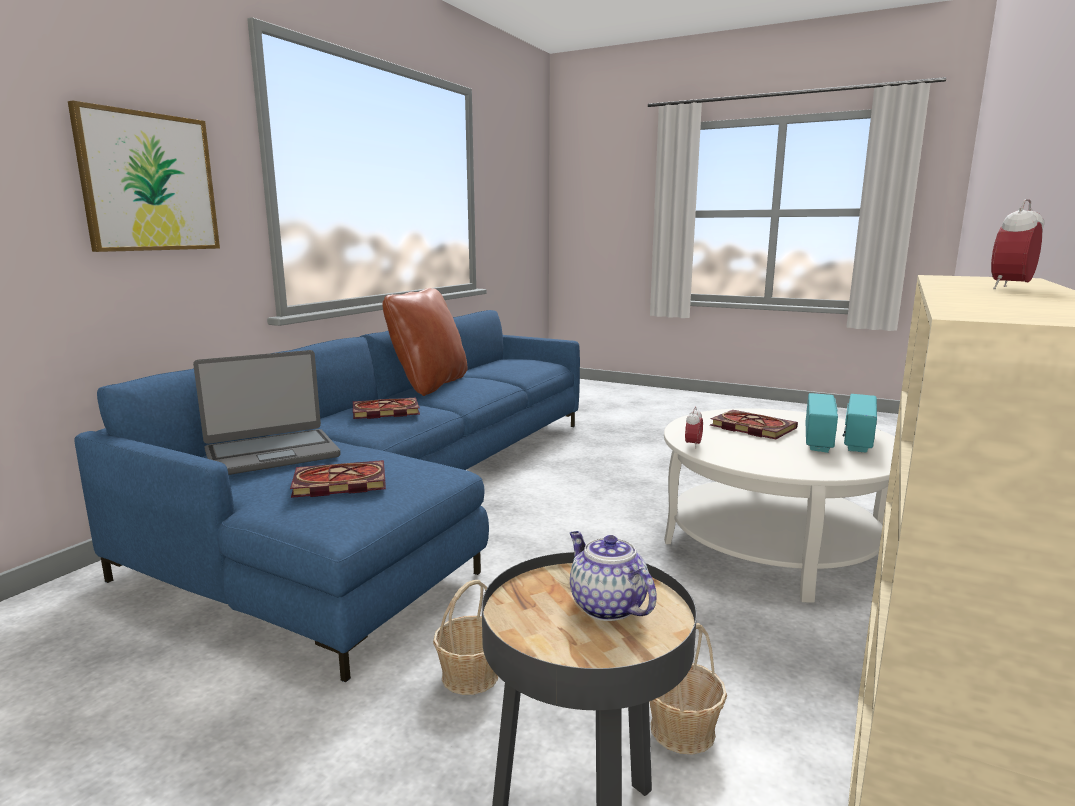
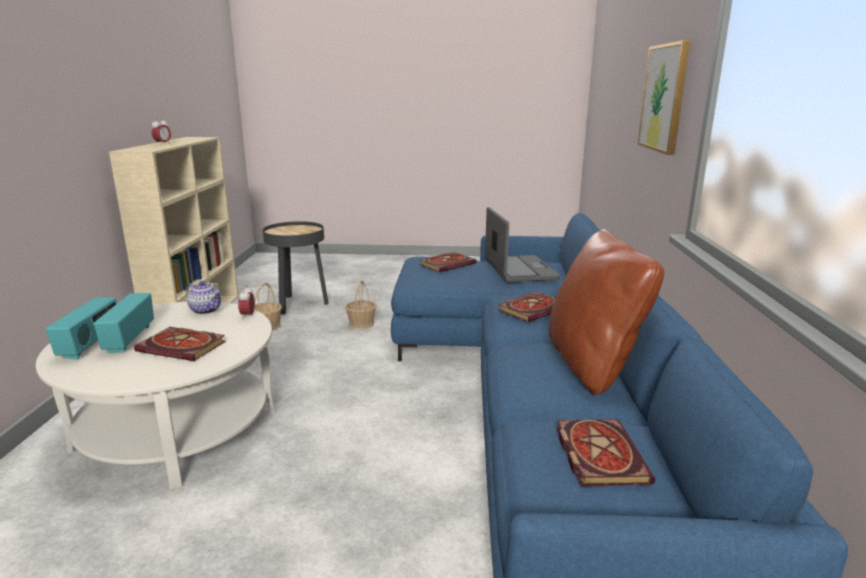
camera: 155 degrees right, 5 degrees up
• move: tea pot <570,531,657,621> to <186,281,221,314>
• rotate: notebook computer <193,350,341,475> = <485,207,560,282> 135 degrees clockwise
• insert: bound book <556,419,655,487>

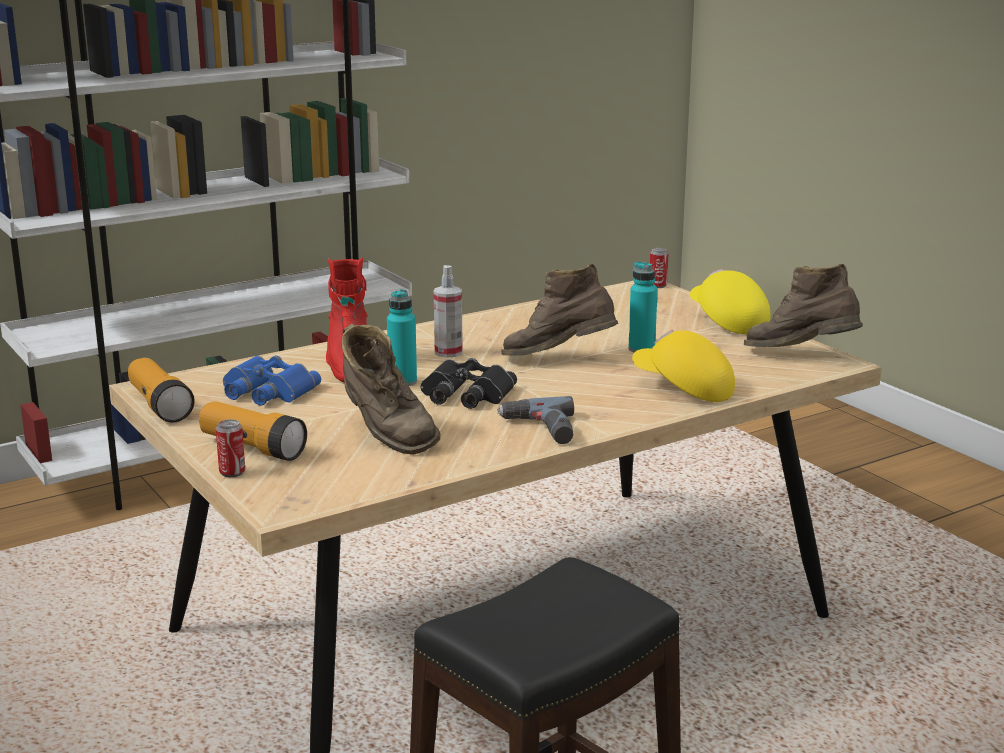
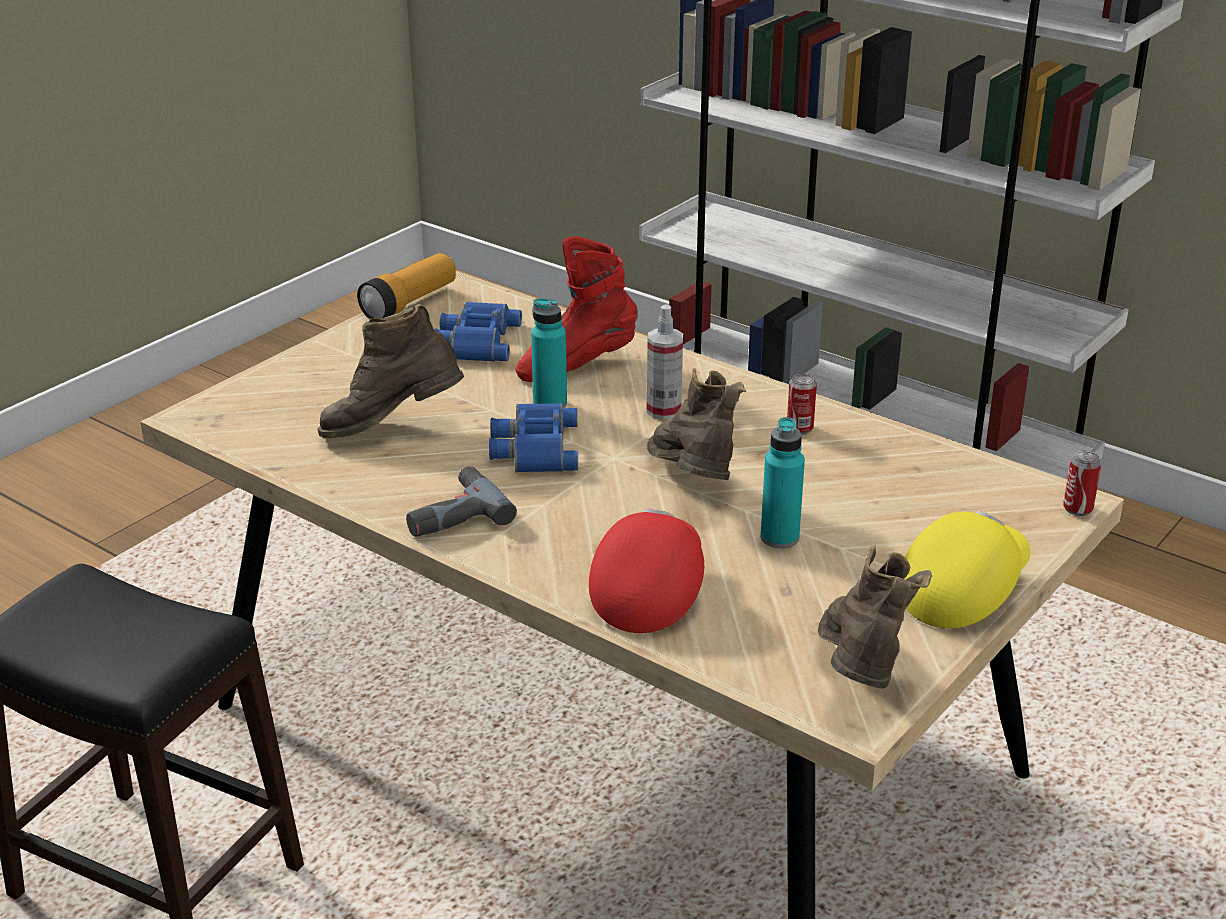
camera: 70 degrees right, 10 degrees up
• rotate: tall boot/brownish <342,323,441,455> = <317,304,464,438> 45 degrees clockwise
• recolor: binoculars/black-coloured <421,358,517,409> to binoculars/bluish <489,403,578,472>
• recolor: peaked cap/yellow-coloured <632,330,735,402> to peaked cap/red <589,509,704,633>
• move: can <216,419,245,477> to <787,374,817,434>
• delete: flashlight <199,401,307,461>

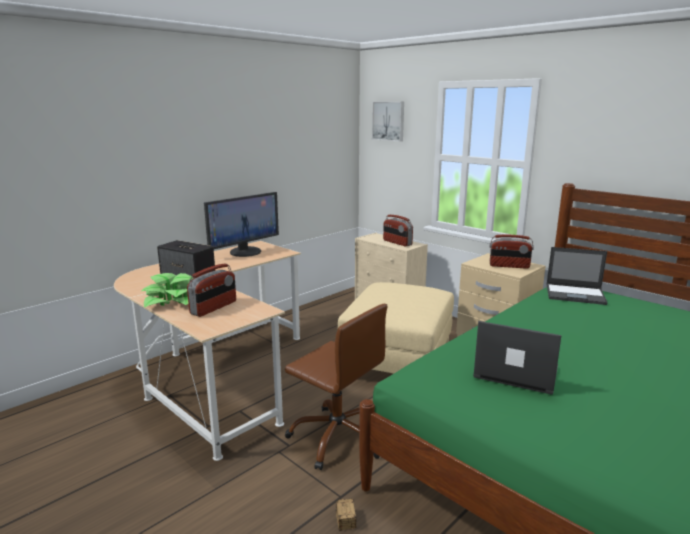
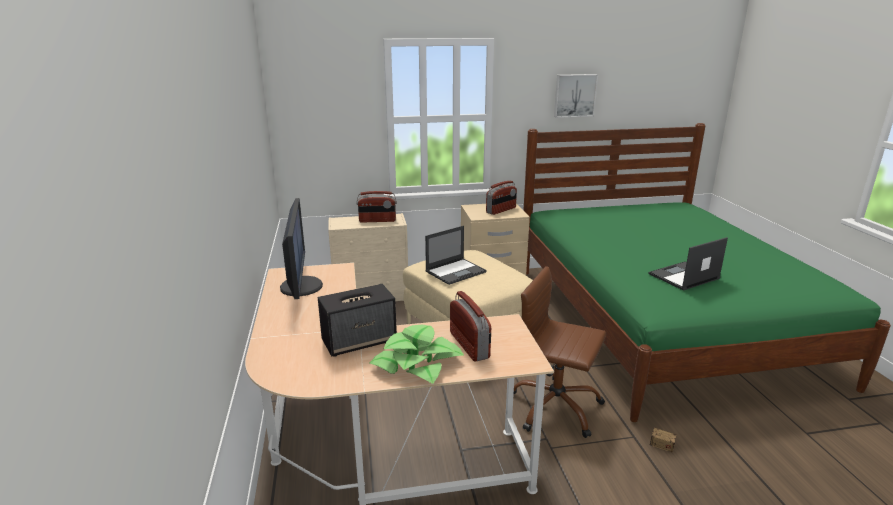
camera: 55 degrees left, 5 degrees up
• move: notebook computer <546,247,608,305> to <425,226,487,285>
• rotate: computer chair/brownish <285,304,387,470> = <513,266,606,438> 135 degrees counterclockwise
• move: picture <372,102,404,141> to <554,74,598,118>

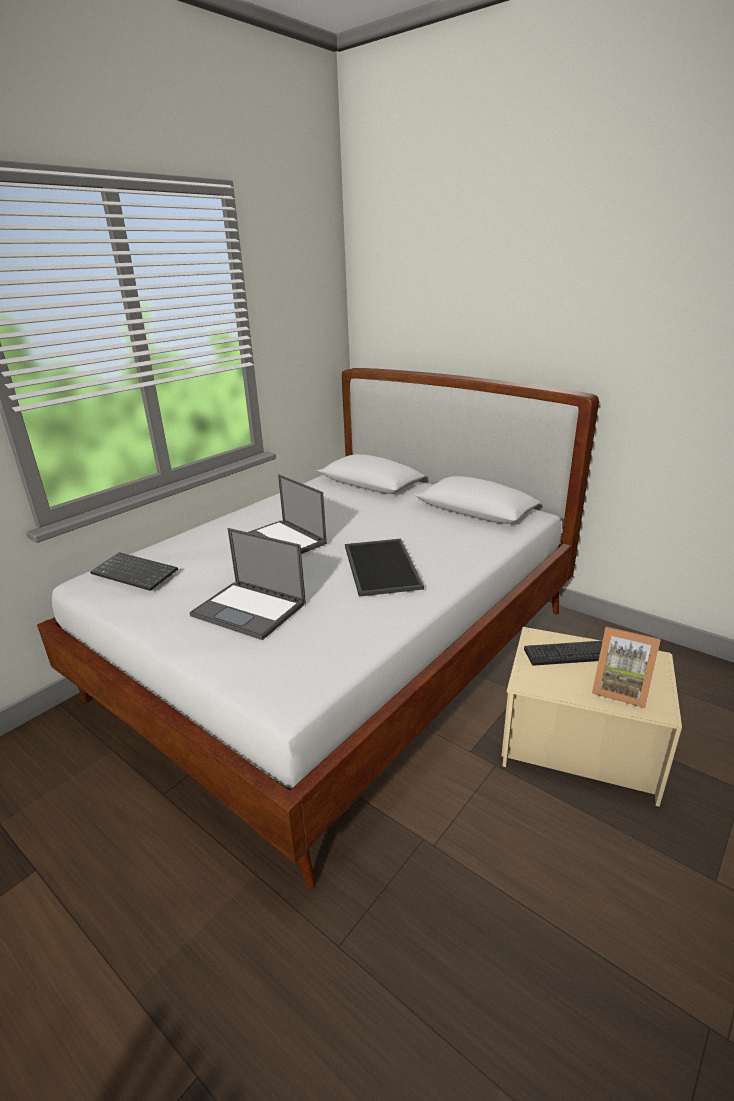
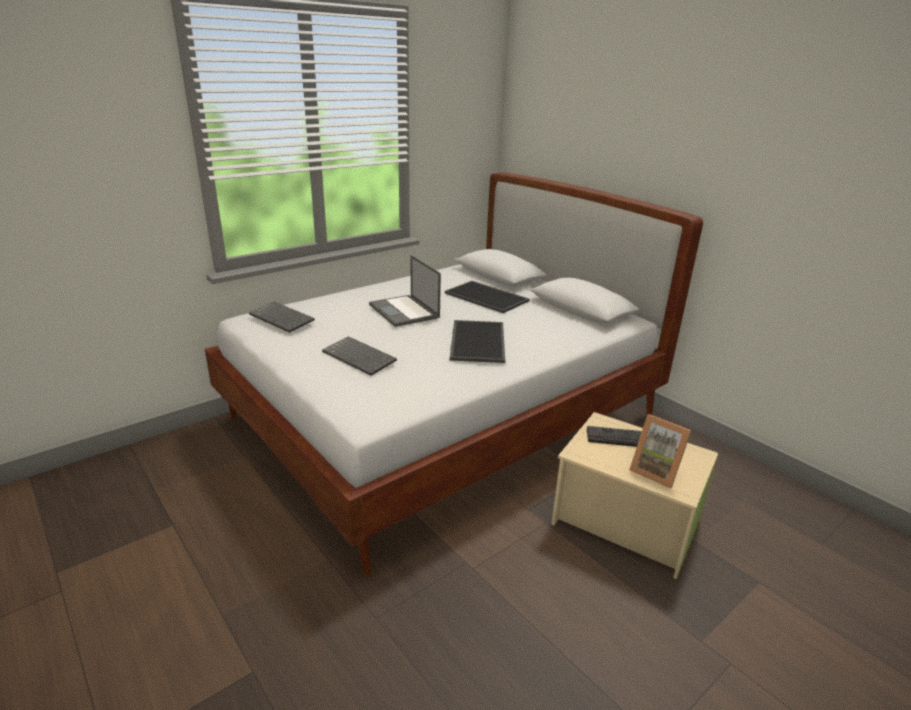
camera: 10 degrees right, 0 degrees up
• replace: notebook computer <189,528,306,640> to keyboard <322,336,397,376>
• insert: tray <445,281,530,313>

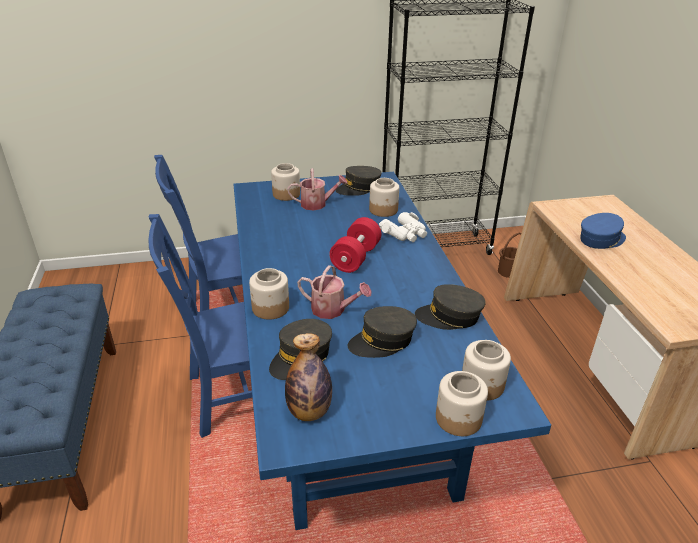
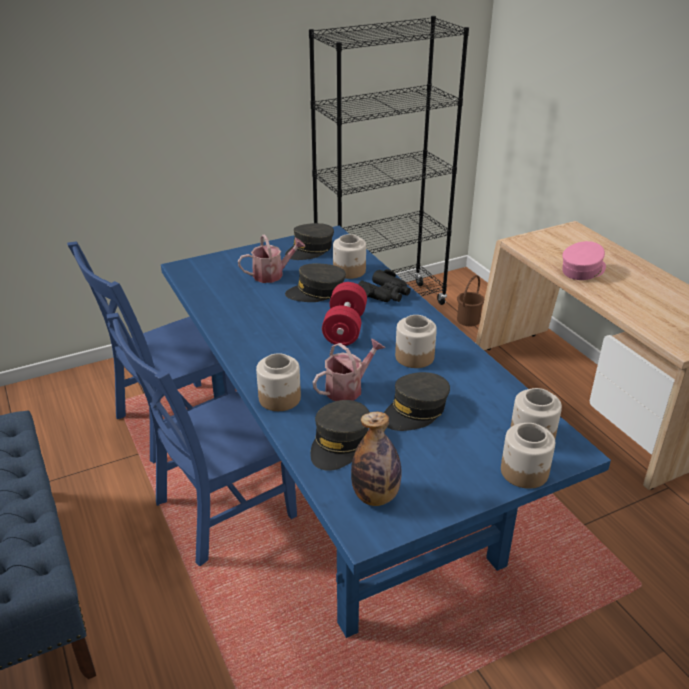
camera: 15 degrees left, 0 degrees up
• move: peaked cap/greyish <415,284,486,330> to <285,264,346,302>
• rotate: sprinkling can <297,265,372,319> = <313,339,385,401> 45 degrees counterclockwise
• recolor: binoculars/white <379,212,427,242> to binoculars/black-coloured <358,269,411,302>
• move: storage jar <271,163,300,201> to <395,315,437,368>
• recolor: peaked cap/bluish <580,213,626,249> to peaked cap/pink <562,241,606,280>

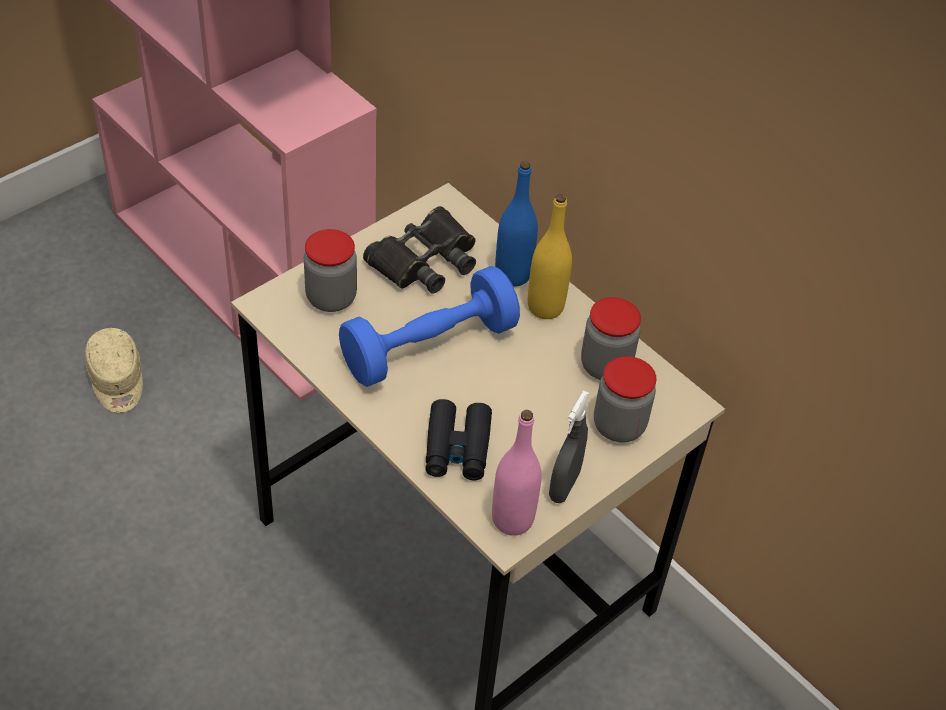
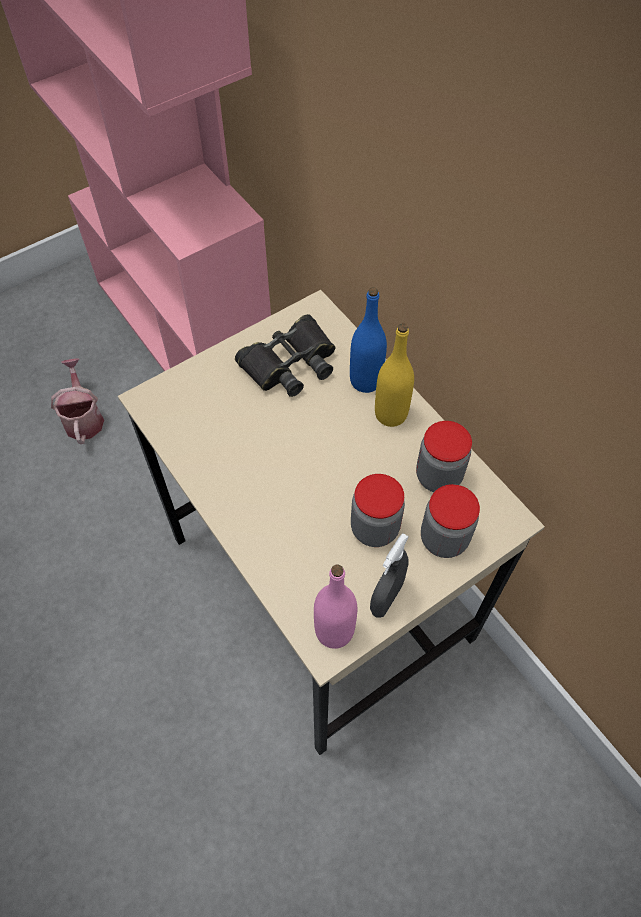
camera: 10 degrees right, 10 degrees up
• replace: peaked cap/beige-coloured <85,328,143,413> to sprinkling can <51,358,104,444>
• move: storage jar <304,229,357,312> to <351,474,405,547>
• delete: dumbbell/bluish <339,266,520,387>
• delete: binoculars/black-coloured <426,399,492,480>

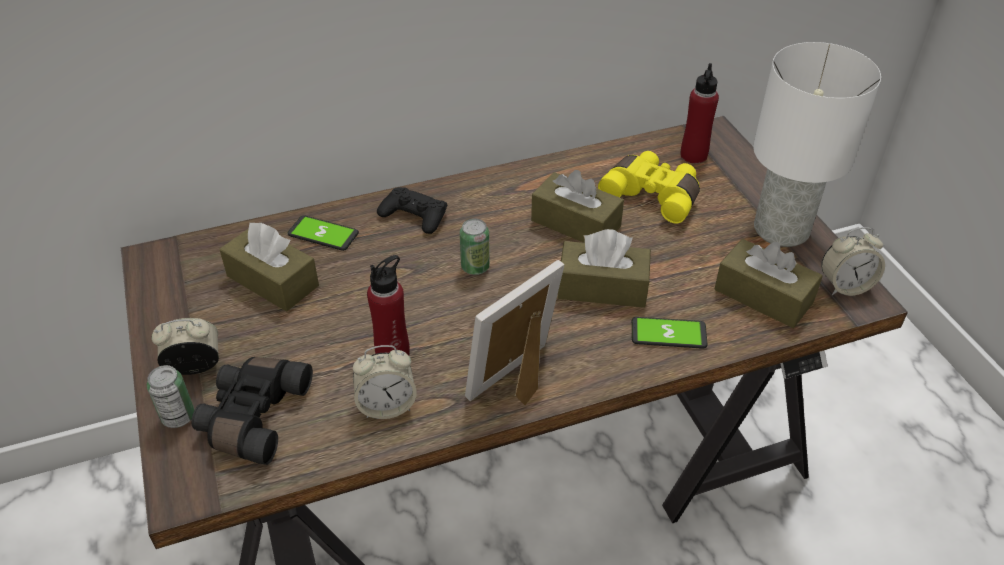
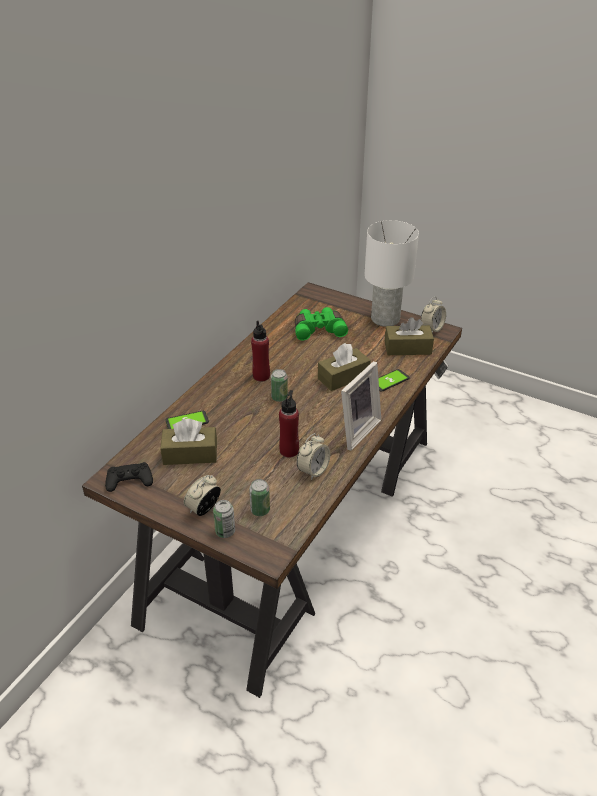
camera: 40 degrees left, 5 degrees down
• move: gamepad/black-coloured <377,187,447,234> to <105,462,153,492>
• replace: binoculars/black-coloured <191,357,313,465> to can <249,479,270,516>
• move: drink bottle/red <681,63,719,164> to <251,321,270,382>
• recolor: binoculars/yellow-coloured <598,151,700,223> to binoculars/green <295,307,348,341>
• rotate: picture frame <465,260,565,405> = <341,361,381,451> 150 degrees counterclockwise
• delete: tissue box/brownish <531,170,624,243>

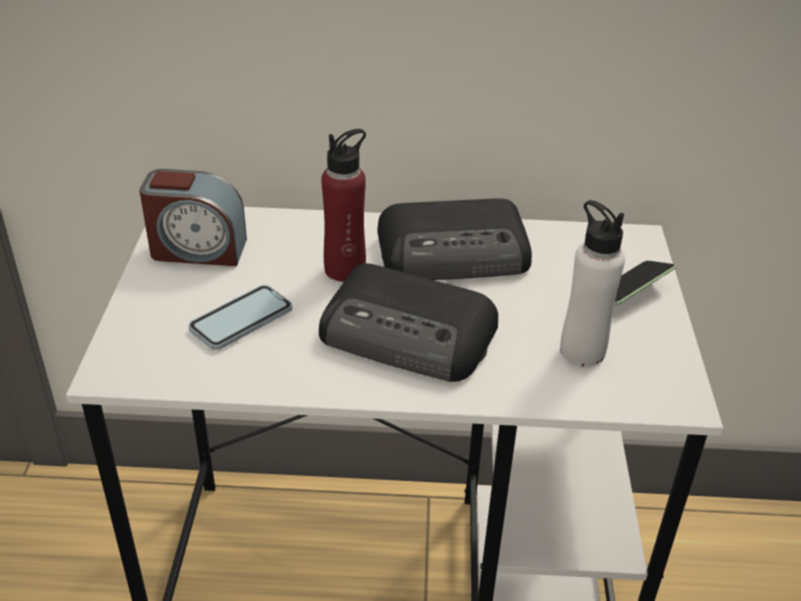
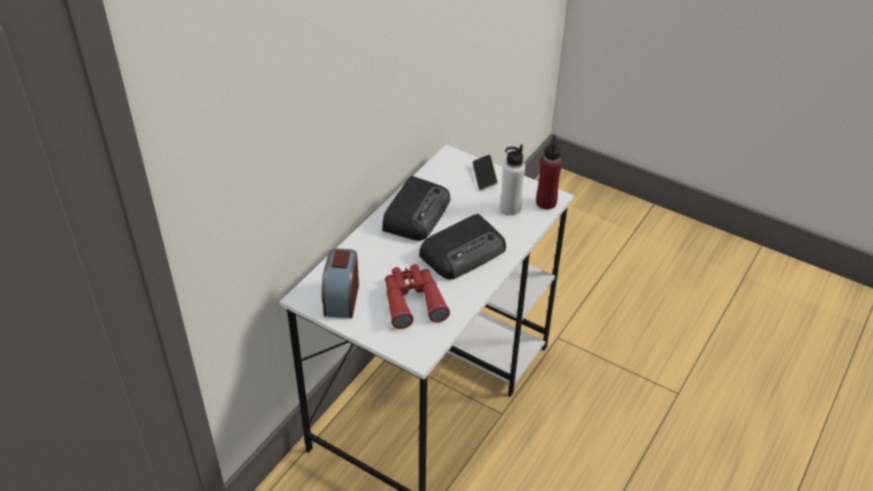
camera: 60 degrees left, 5 degrees up
• rotate: alarm clock <139,169,247,266> = <321,248,359,318> 150 degrees clockwise
• replace: telephone <188,285,292,350> to binoculars/red <385,264,450,329>
• move: drink bottle/red <321,129,366,282> to <536,135,562,210>

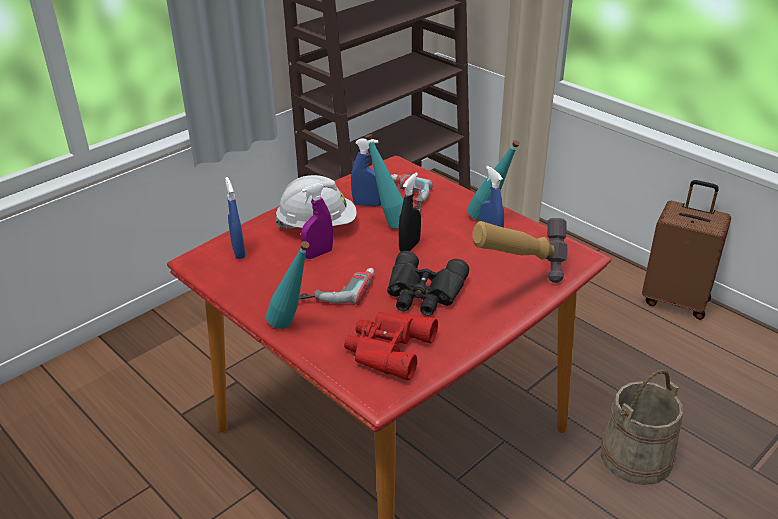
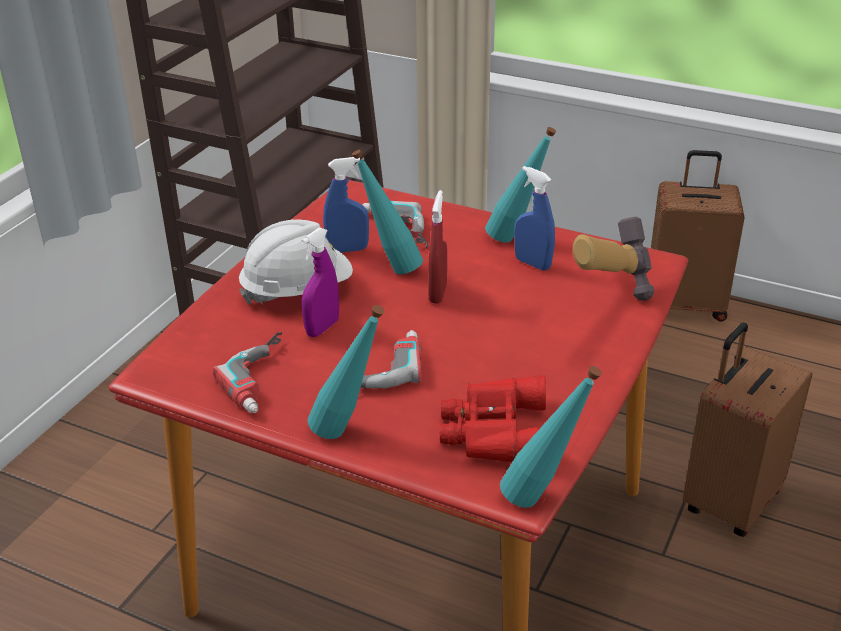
camera: 20 degrees left, 0 degrees up
• insert: electric drill <213,332,282,413>
• recolor: spray bottle/black-coloured <399,173,421,251> to spray bottle/red <428,190,447,304>
• insert: drink bottle/turquoise <500,366,602,508>
• replace: water bucket/beige-coloured <601,369,683,485> to piece of luggage/brownish <683,323,812,537>
• delete: spray bottle/bluish <225,177,246,259>
• delete: binoculars/black-coloured <387,251,469,316>

